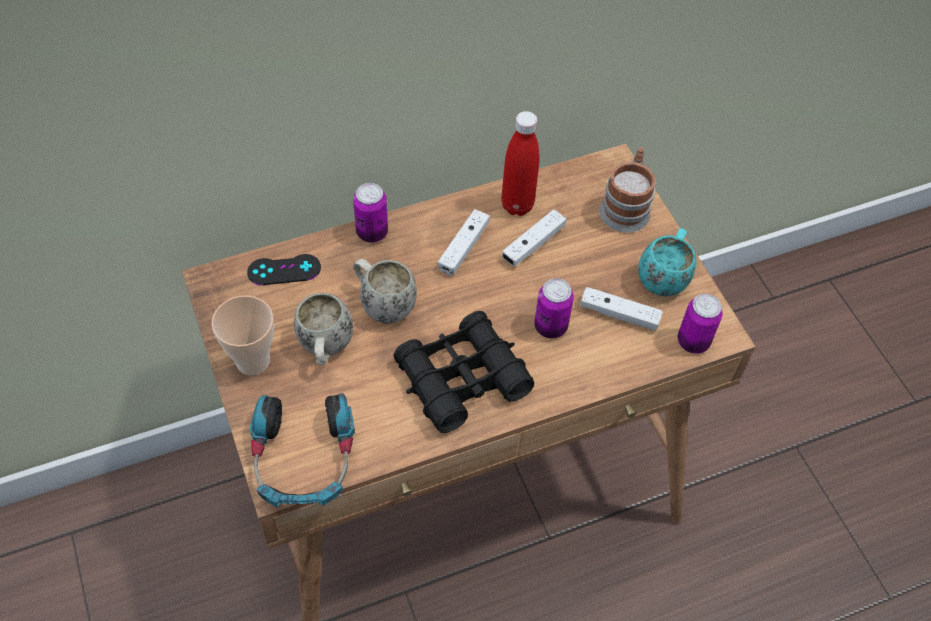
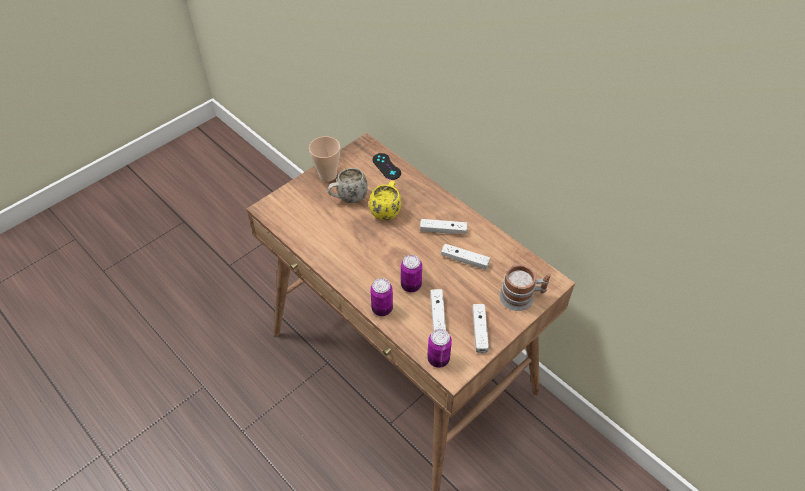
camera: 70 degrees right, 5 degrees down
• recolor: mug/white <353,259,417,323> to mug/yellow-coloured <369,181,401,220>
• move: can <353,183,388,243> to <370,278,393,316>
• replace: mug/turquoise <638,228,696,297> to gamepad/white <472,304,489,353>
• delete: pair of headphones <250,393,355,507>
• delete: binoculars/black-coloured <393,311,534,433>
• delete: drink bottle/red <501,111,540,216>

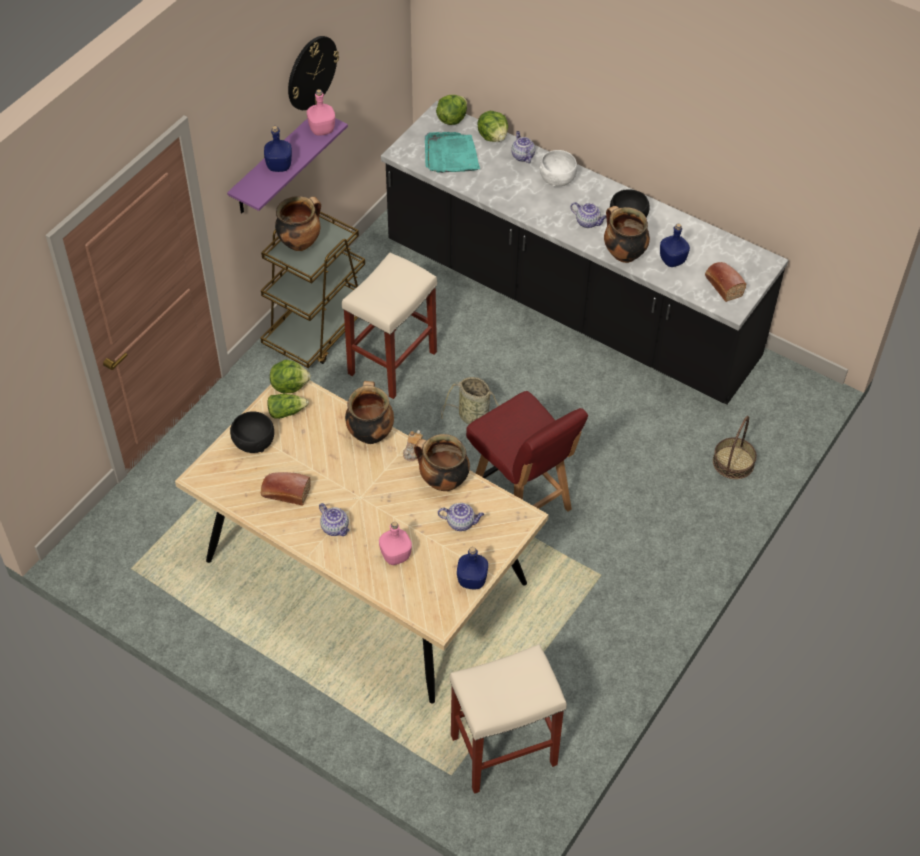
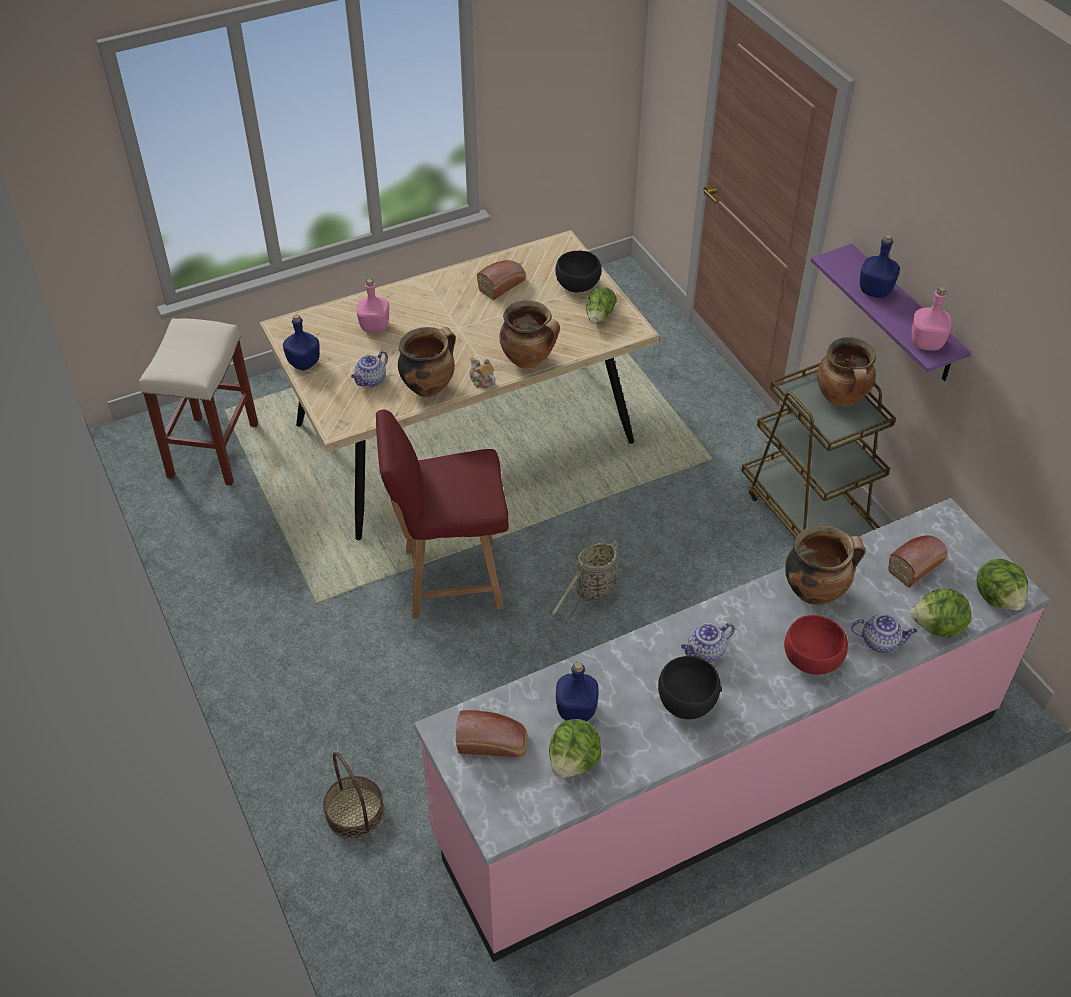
camera: 120 degrees right, 5 degrees down
• recolor: kitchen base unit/black-coloured <381,101,788,405> to kitchen base unit/pink <414,498,1050,962>
• move: lettuce <270,360,311,394> to <549,719,601,778>
• recolor: serving bowl/white <539,150,577,187> to serving bowl/red <784,615,848,675>
• move: stockpot <604,206,650,263> to <785,525,865,605>
• replace: tray/turquoise <425,132,480,173> to bakery bread <888,535,947,588>
• delete: wall clock <288,36,339,110>
• delete: tea pot <319,503,349,536>
• delete: sitting stool/beige-coloured <342,253,437,399>

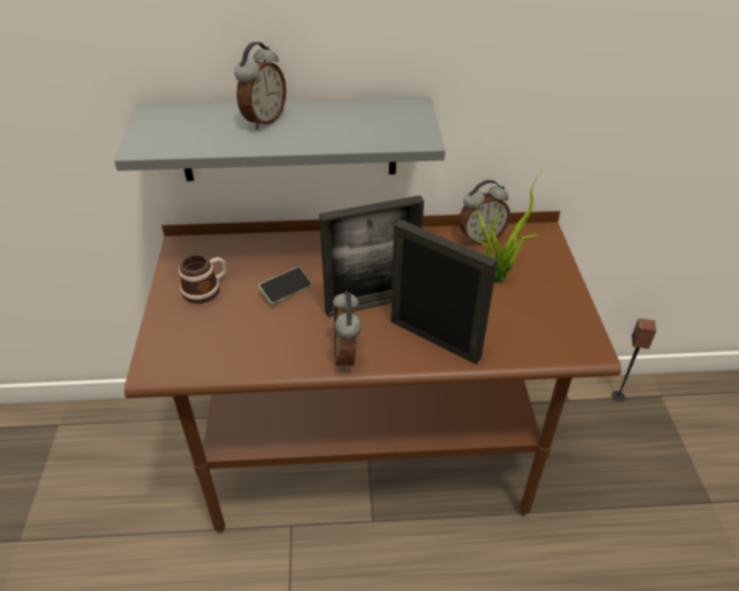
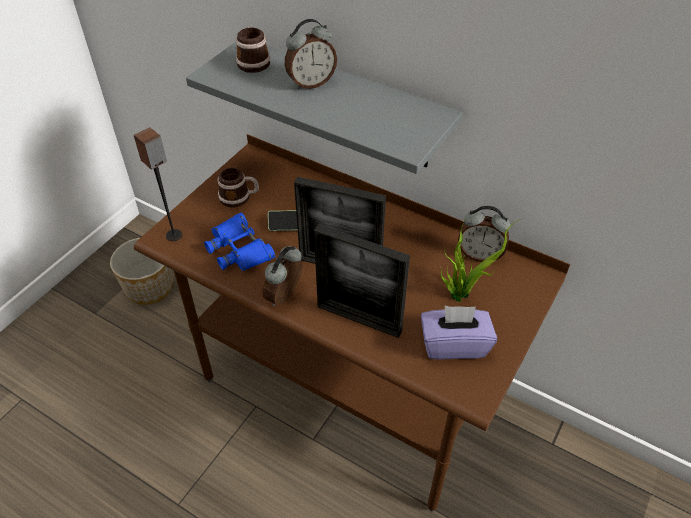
camera: 35 degrees right, 5 degrees up
• insert: planter <110,238,173,305>
• move: loudspeaker <612,318,656,402> to <134,127,182,241>
• insert: binoculars/bluish <204,213,275,271>
• insert: mug <236,27,270,73>
• rotate: picture frame <391,219,498,364> = <314,224,410,338> 135 degrees clockwise
• insert: tissue box/purplish <421,306,497,359>

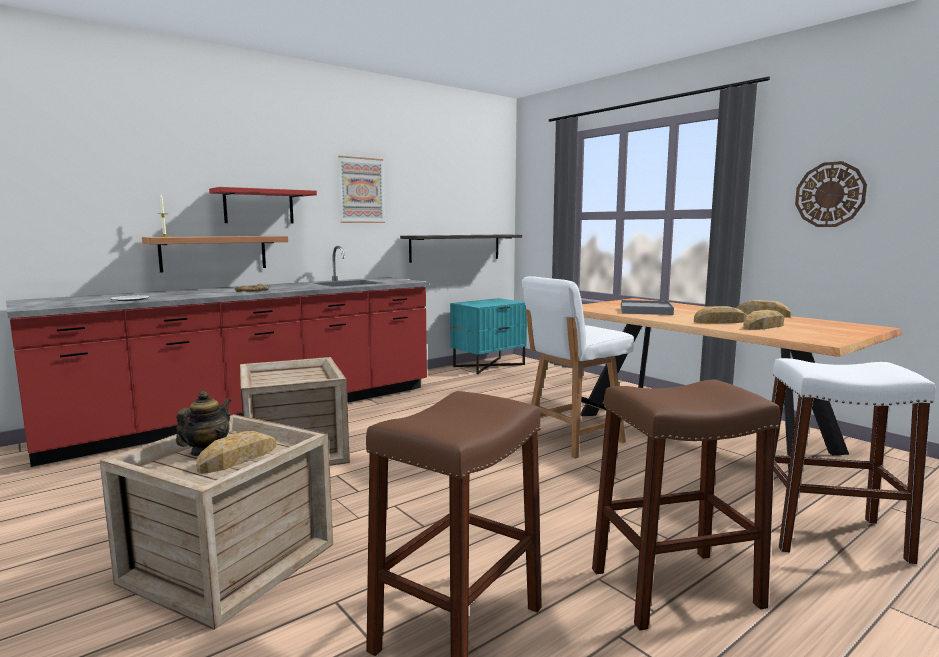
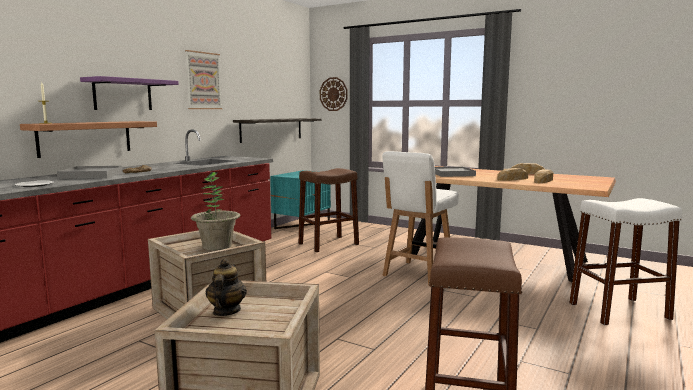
camera: 20 degrees left, 0 degrees up
• insert: tray/greyish <57,166,123,179>
• recolor: wall shelf/red <209,187,317,223> to wall shelf/purplish <80,76,179,110>
• insert: houseplant <191,172,240,250>
• move: sitting stool/brownish <592,379,780,630> to <299,168,359,252>
• move: wall clock <795,161,867,227> to <320,77,348,111>
• delete: bakery bread <196,431,276,474>

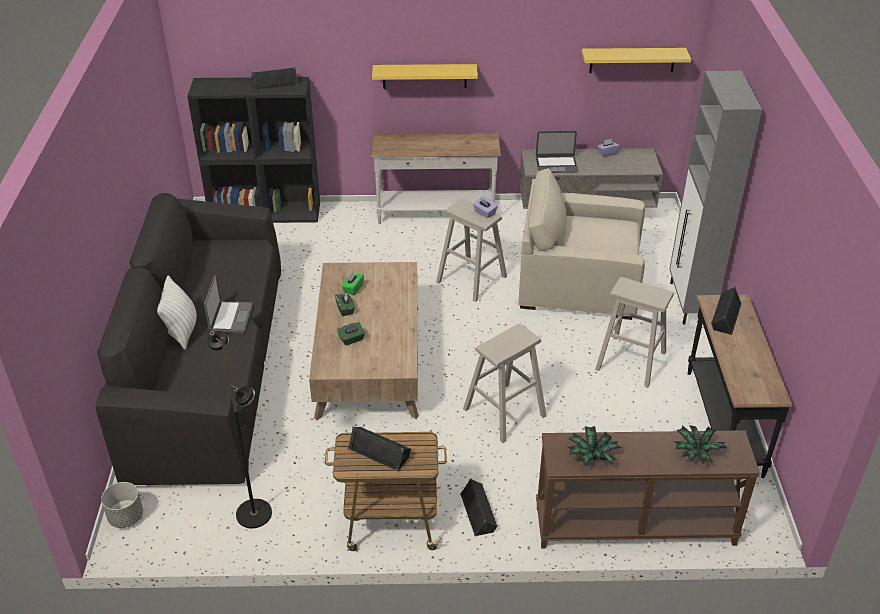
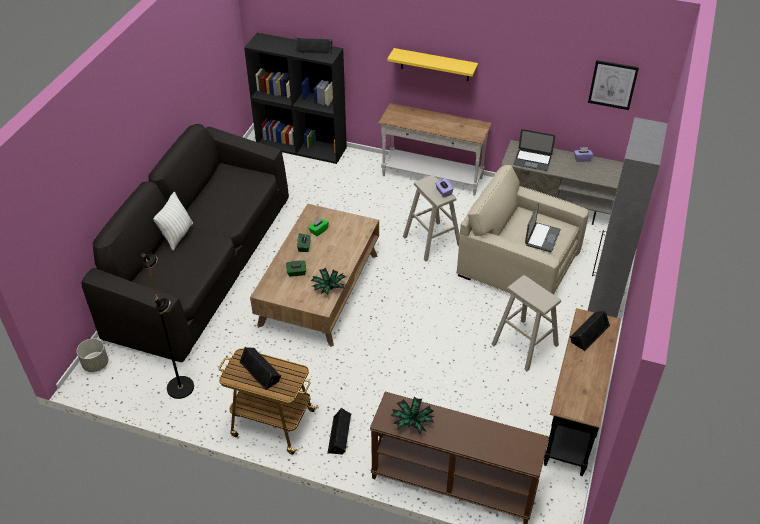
camera: 20 degrees right, 5 degrees up
• move: houseplant <674,425,727,464> to <311,268,346,295>
• move: notebook computer <204,276,253,333> to <525,203,561,252>
• replace: wall shelf/yellow-coloured <582,48,691,73> to picture <588,60,639,110>
• delete: sitting stool/beige-coloured <463,323,546,443>

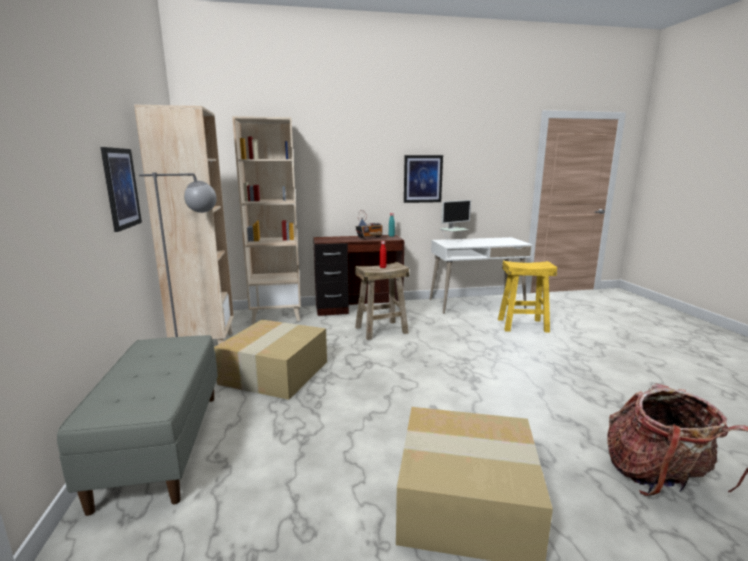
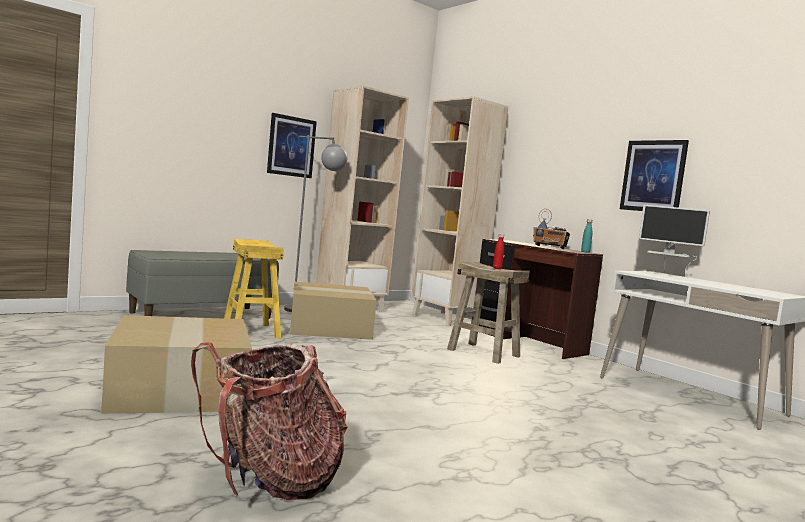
camera: 60 degrees right, 10 degrees down
• move: sitting stool/yellow-coloured <498,261,557,333> to <224,239,284,338>

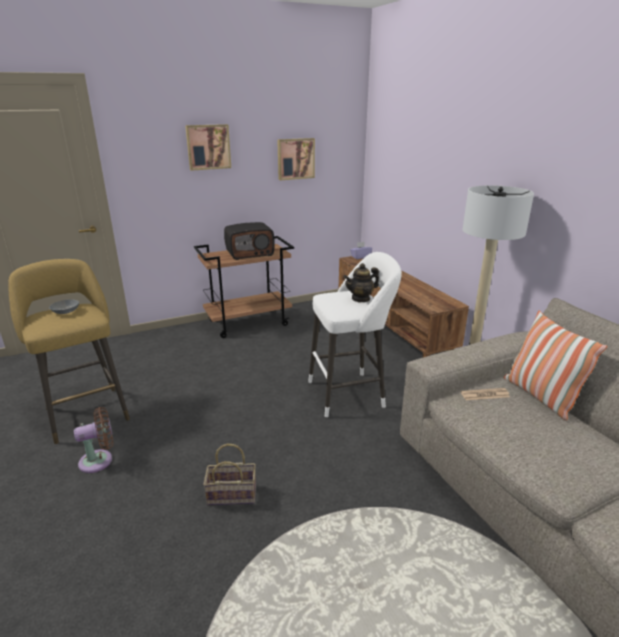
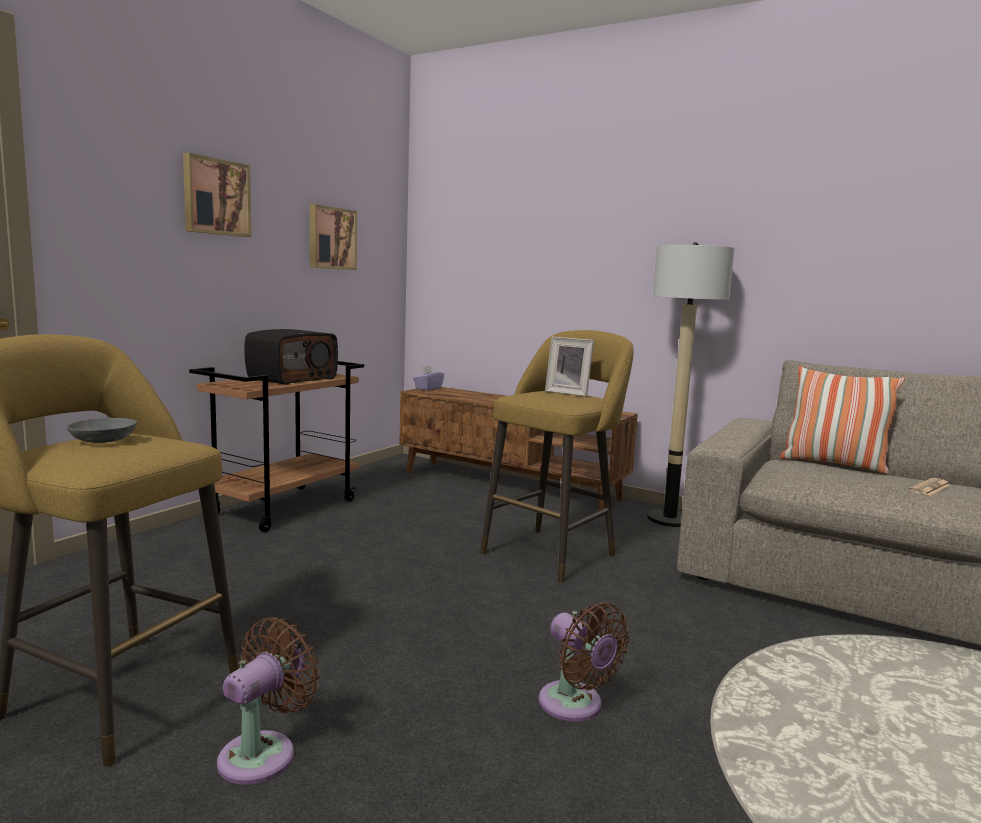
camera: 35 degrees left, 15 degrees down
• recolor: sitting stool/white <308,252,402,417> to sitting stool/yellow-coloured <480,330,634,583>
• replace: household basket <203,444,256,505> to electric fan/brownish <539,602,630,722>
• replace: tea pot <344,263,379,302> to picture frame <545,337,594,397>
• move: printed paper <461,388,510,400> to <909,478,951,496>

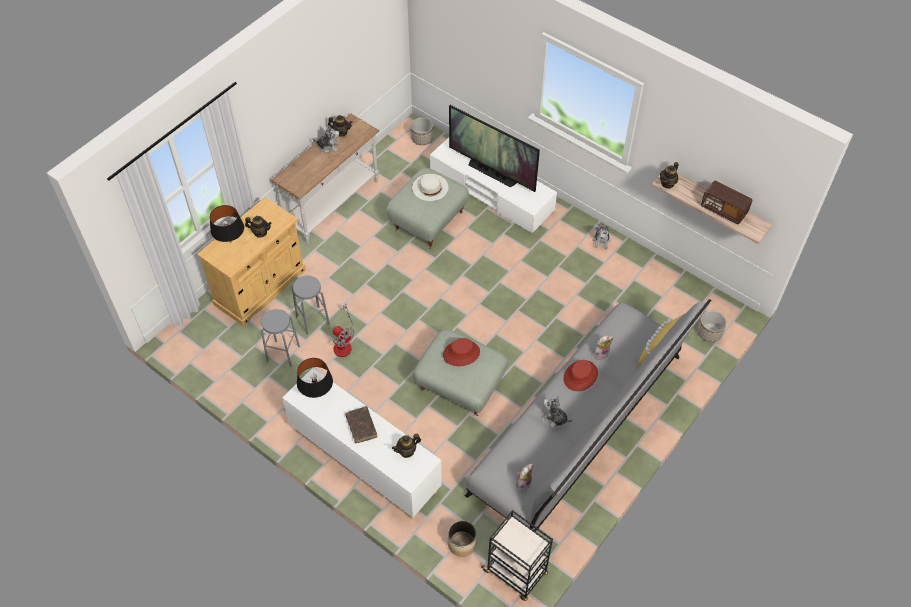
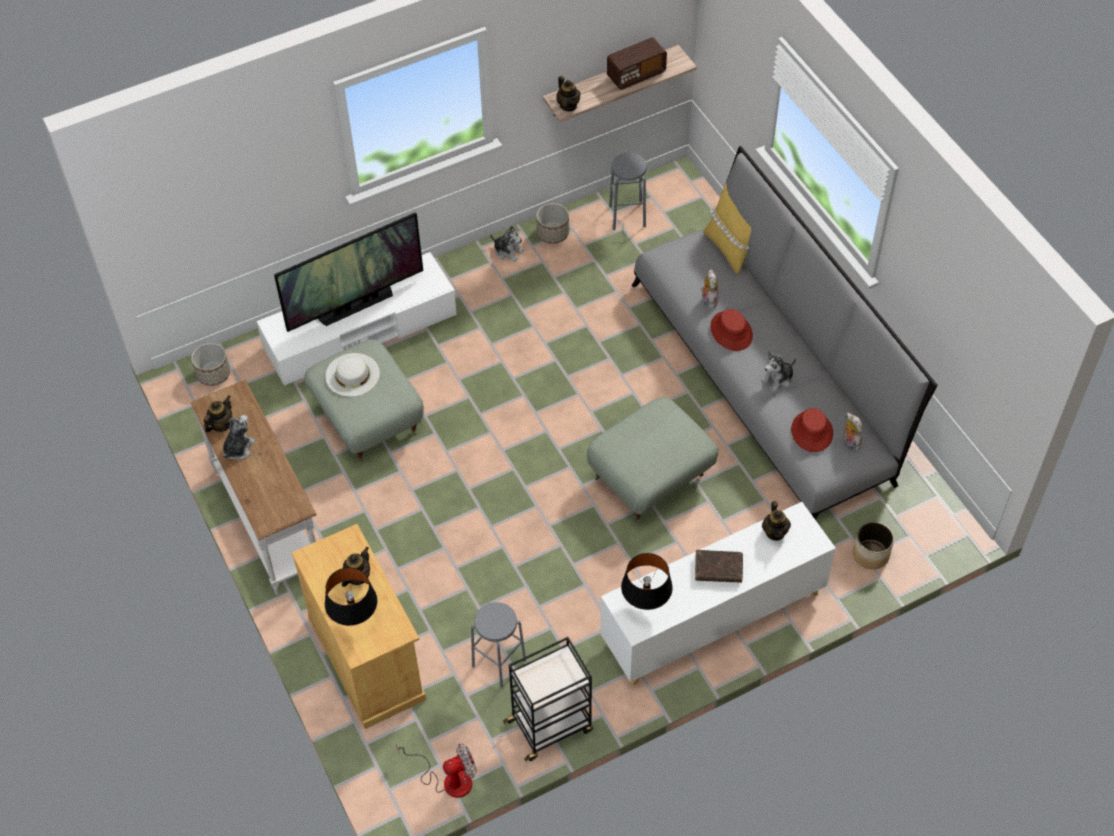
camera: 65 degrees left, 0 degrees up
• move: electric fan <333,304,354,357> to <396,744,477,798>
• move: wheeled cart/black-coloured <481,510,553,601> to <503,637,593,762>
• move: planter <697,311,727,342> to <536,203,569,244>
• move: sitting stool/greyish <292,276,330,335> to <609,153,647,230>
• move: hat/red <443,338,480,366> to <791,408,833,452>

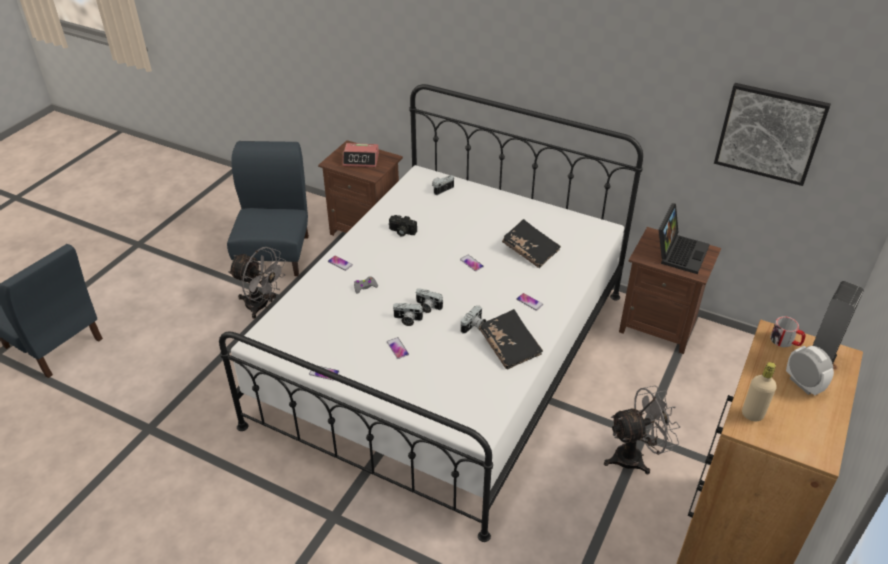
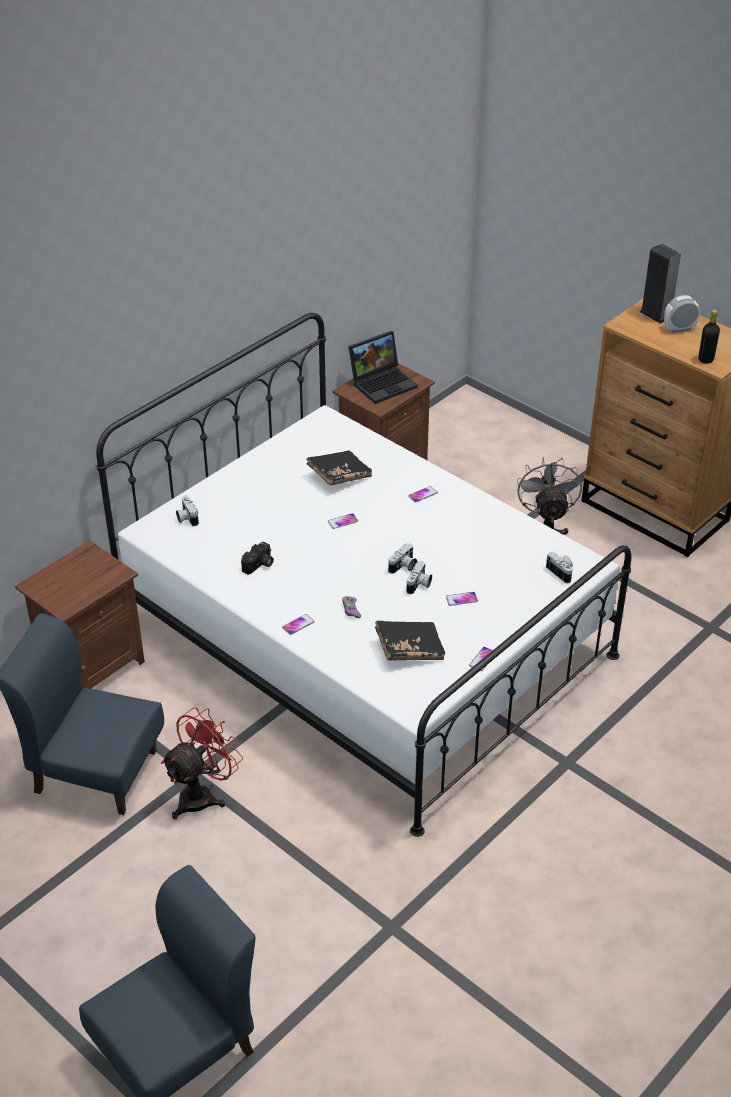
camera: 75 degrees left, 0 degrees up
• recolor: electric fan/greyish <228,247,286,319> to electric fan/red <161,707,243,820>
• rotate: notebook computer <659,204,710,274> = <348,331,418,404> 105 degrees clockwise
• move: bound book/black-coloured <479,309,543,370> to <375,621,445,660>
• move: photo camera <461,305,486,334> to <546,551,573,583>
• recolor: drink bottle/beige-coloured <742,362,777,421> to drink bottle/black-coloured <698,310,720,364>
• delete: alarm clock <343,143,379,167>
• delete: picture <714,83,831,186>
• delete: mug <770,316,805,347>

